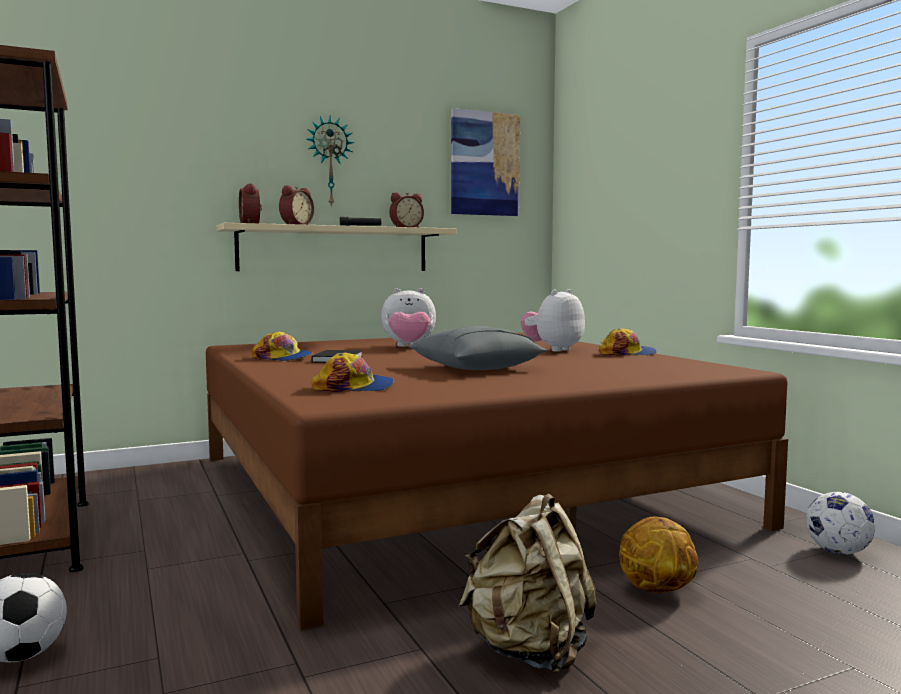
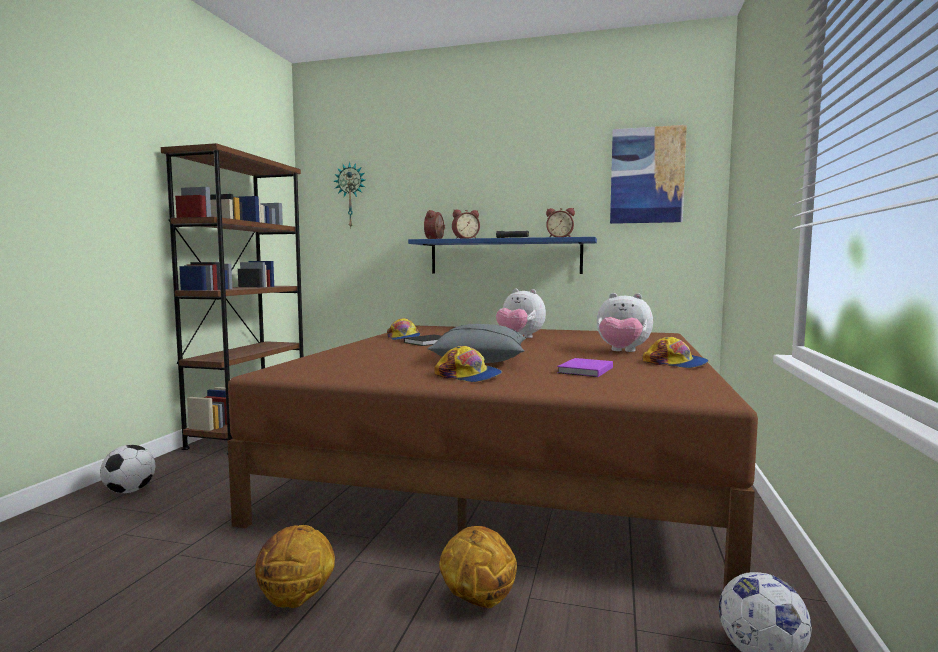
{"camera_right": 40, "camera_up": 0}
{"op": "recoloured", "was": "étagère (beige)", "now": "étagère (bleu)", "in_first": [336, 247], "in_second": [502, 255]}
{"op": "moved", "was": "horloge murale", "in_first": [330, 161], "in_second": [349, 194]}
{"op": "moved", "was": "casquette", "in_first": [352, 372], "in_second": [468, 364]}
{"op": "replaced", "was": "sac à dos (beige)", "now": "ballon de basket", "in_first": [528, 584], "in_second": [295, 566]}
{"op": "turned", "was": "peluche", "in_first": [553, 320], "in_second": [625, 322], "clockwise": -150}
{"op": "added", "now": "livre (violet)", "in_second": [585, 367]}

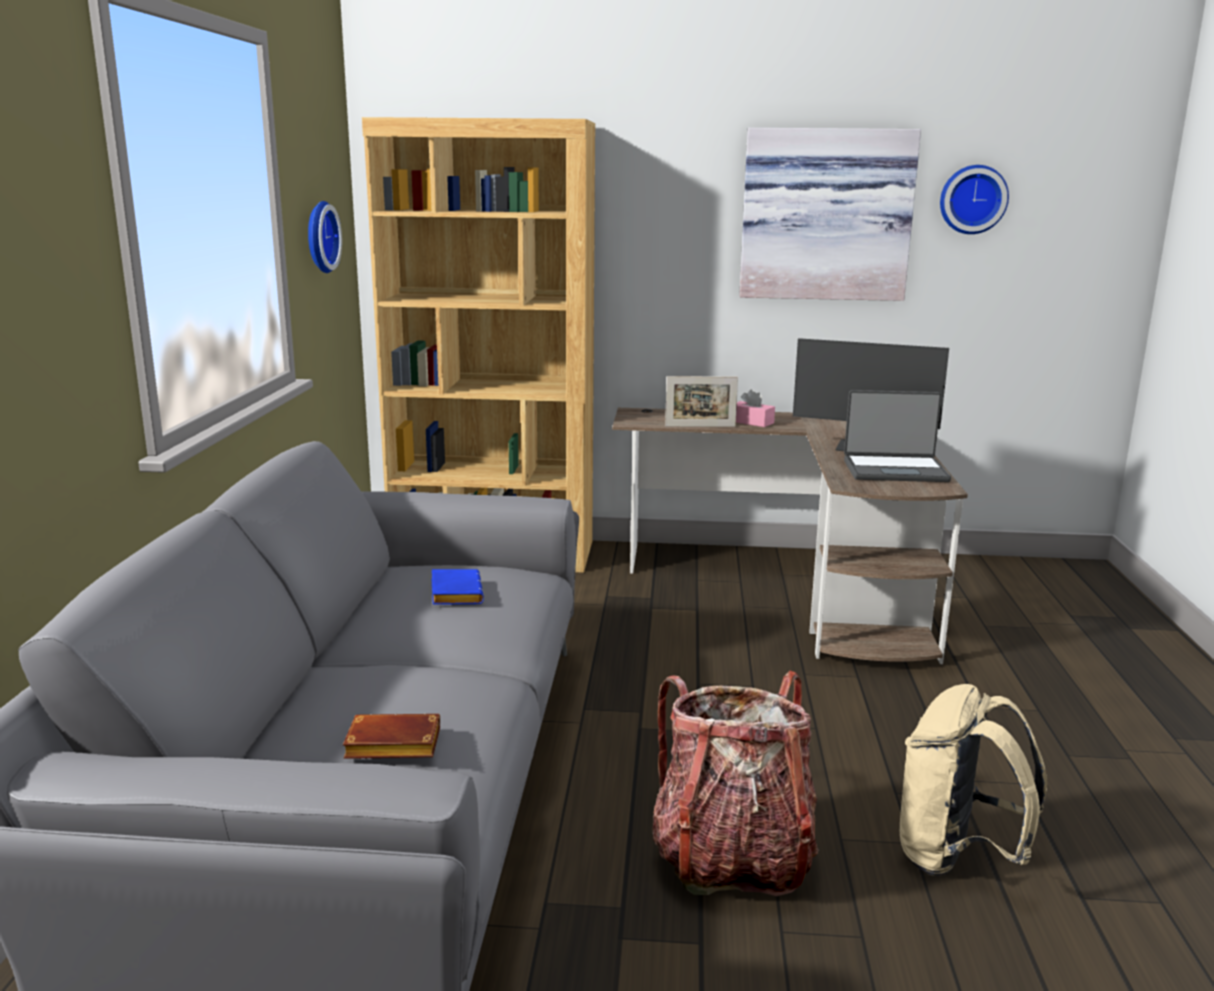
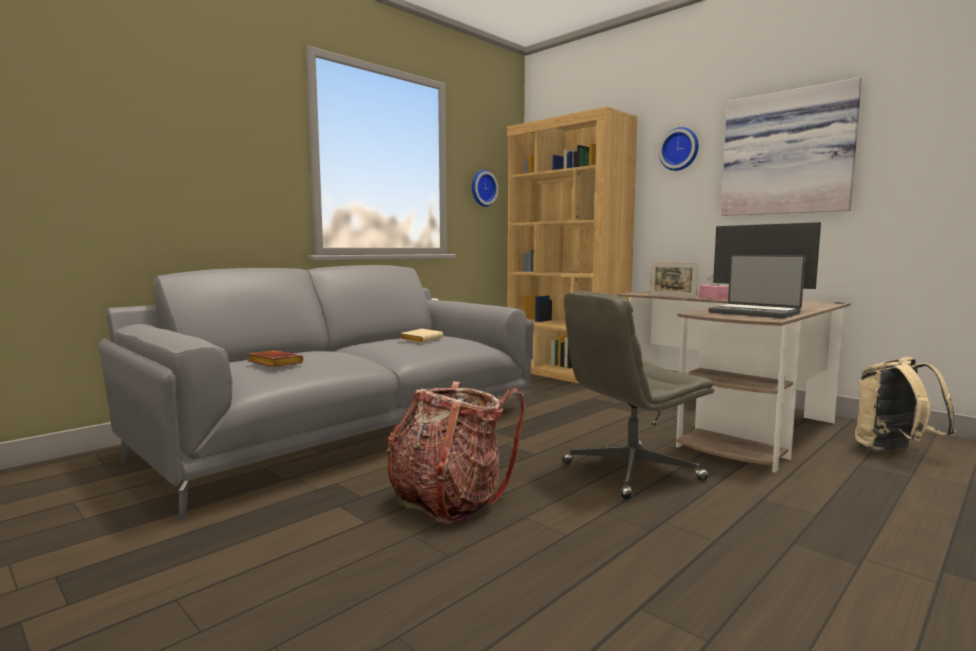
{"camera_right": 40, "camera_up": -10}
{"op": "recoloured", "was": "livre (bleu)", "now": "livre (beige)", "in_first": [458, 587], "in_second": [422, 336]}
{"op": "moved", "was": "sac à dos (beige)", "in_first": [973, 780], "in_second": [905, 404]}
{"op": "moved", "was": "horloge murale", "in_first": [974, 199], "in_second": [679, 149]}
{"op": "added", "now": "chaise de bureau (gris)", "in_second": [638, 395]}

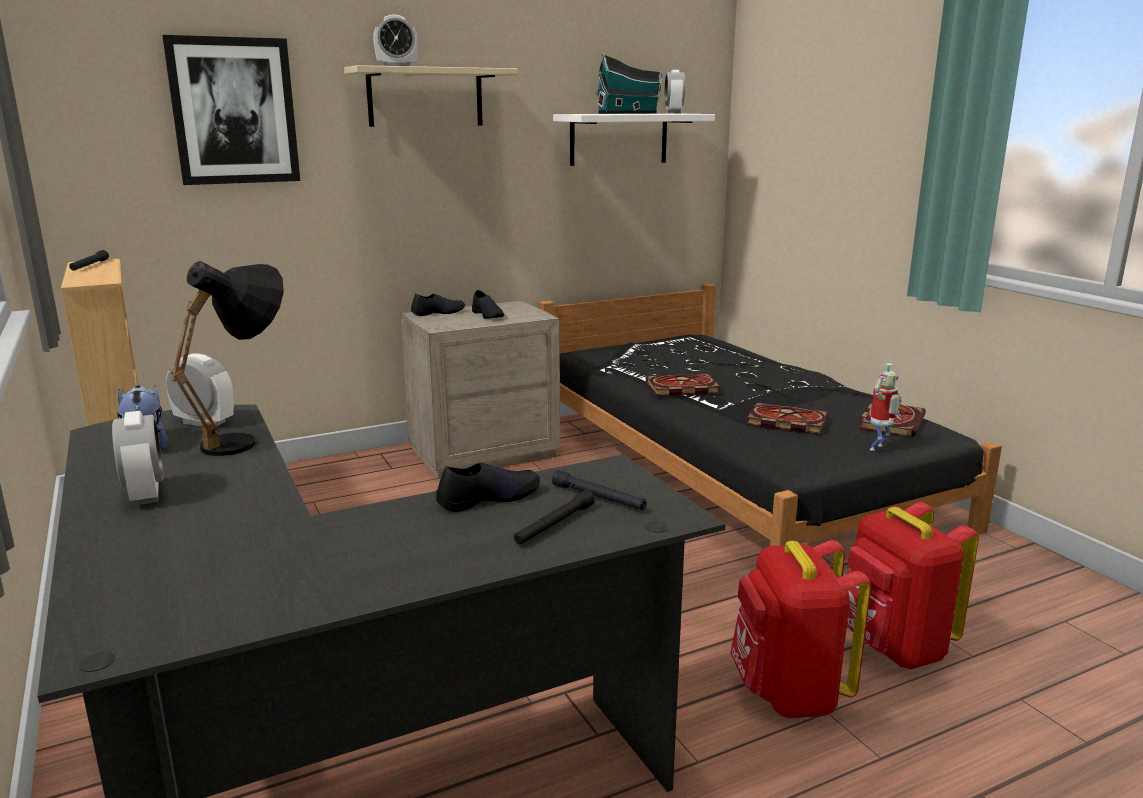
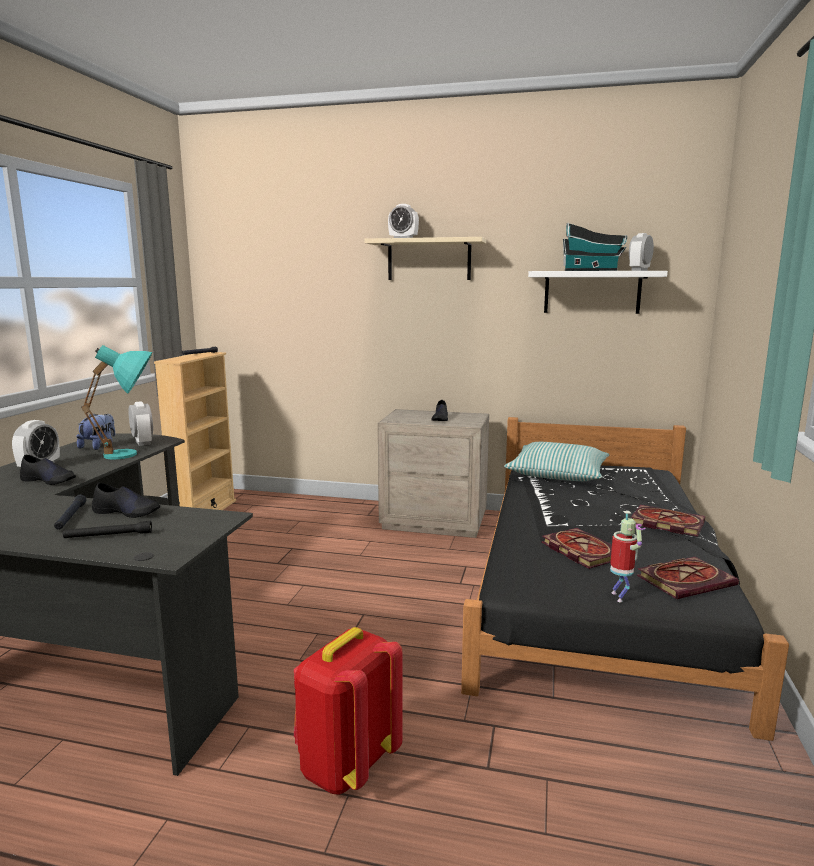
{"camera_right": 40, "camera_up": -5}
{"op": "removed", "was": "tableau", "in_first": [231, 110]}
{"op": "recoloured", "was": "lampe de table (noir)", "now": "lampe de table (turquoise)", "in_first": [227, 358], "in_second": [116, 402]}
{"op": "moved", "was": "chaussure (noir)", "in_first": [438, 304], "in_second": [48, 470]}
{"op": "moved", "was": "lampe de poche (noir)", "in_first": [599, 490], "in_second": [70, 512]}
{"op": "moved", "was": "livre", "in_first": [683, 384], "in_second": [668, 521]}
{"op": "removed", "was": "sac à dos (rouge)", "in_first": [913, 586]}
{"op": "turned", "was": "robot jouet", "in_first": [886, 407], "in_second": [627, 556], "clockwise": -90}
{"op": "added", "now": "coussin", "in_second": [556, 461]}

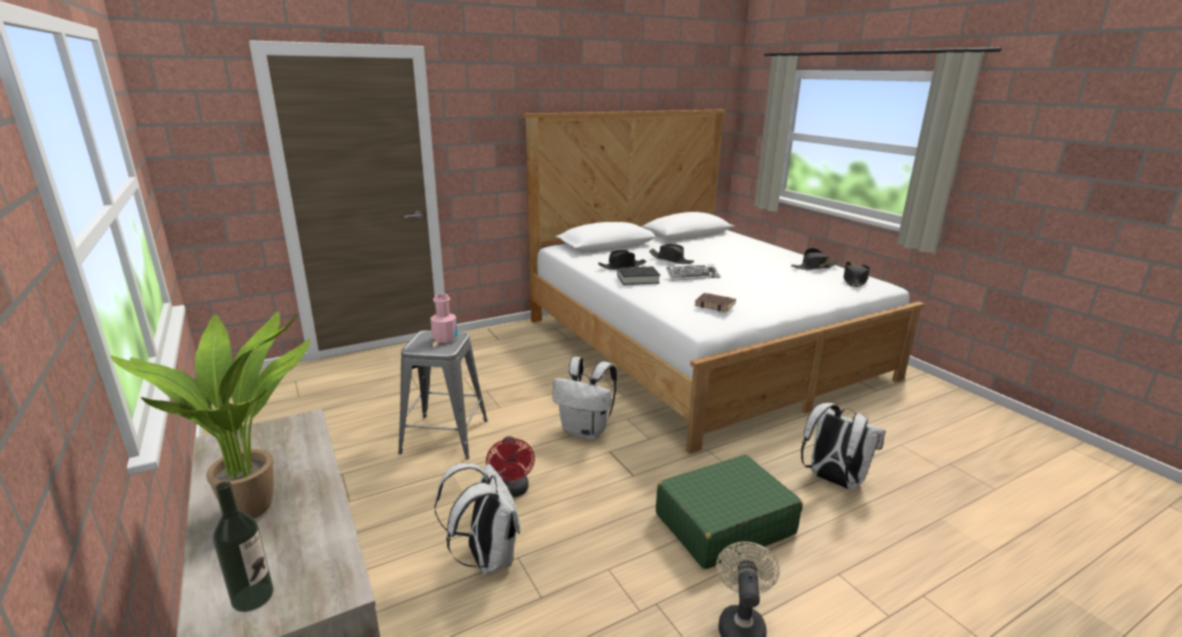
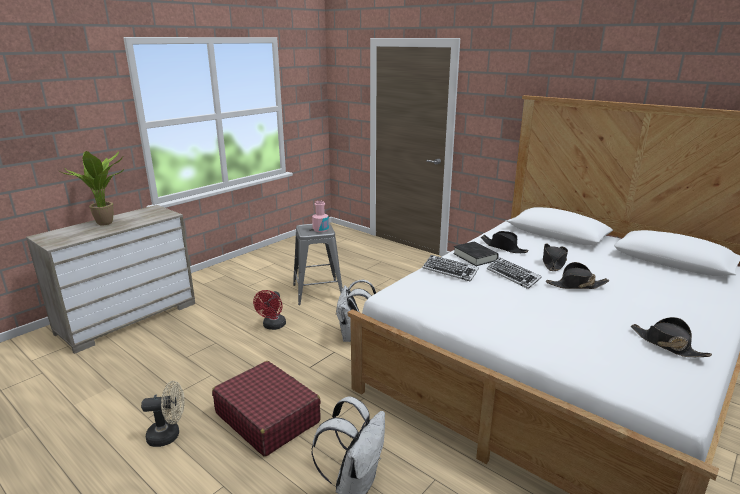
{"camera_right": 70, "camera_up": 0}
{"op": "removed", "was": "bouteille", "in_first": [243, 546]}
{"op": "removed", "was": "sac à dos (blanc)", "in_first": [477, 519]}
{"op": "turned", "was": "ventilateur (rouge)", "in_first": [510, 466], "in_second": [269, 310], "clockwise": -45}
{"op": "recoloured", "was": "valise (vert)", "now": "valise (rouge)", "in_first": [729, 512], "in_second": [266, 409]}
{"op": "removed", "was": "livre (marron)", "in_first": [715, 302]}
{"op": "moved", "was": "chapeau (noir)", "in_first": [857, 274], "in_second": [577, 275]}
{"op": "added", "now": "clavier", "in_second": [450, 268]}

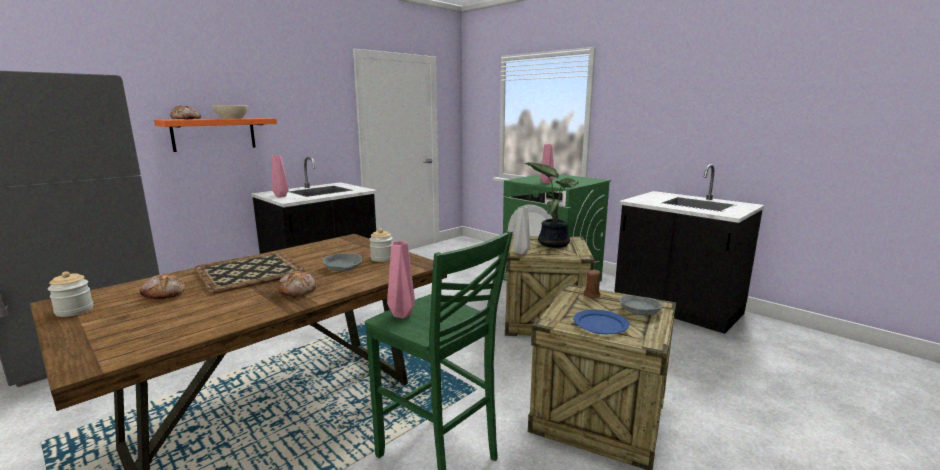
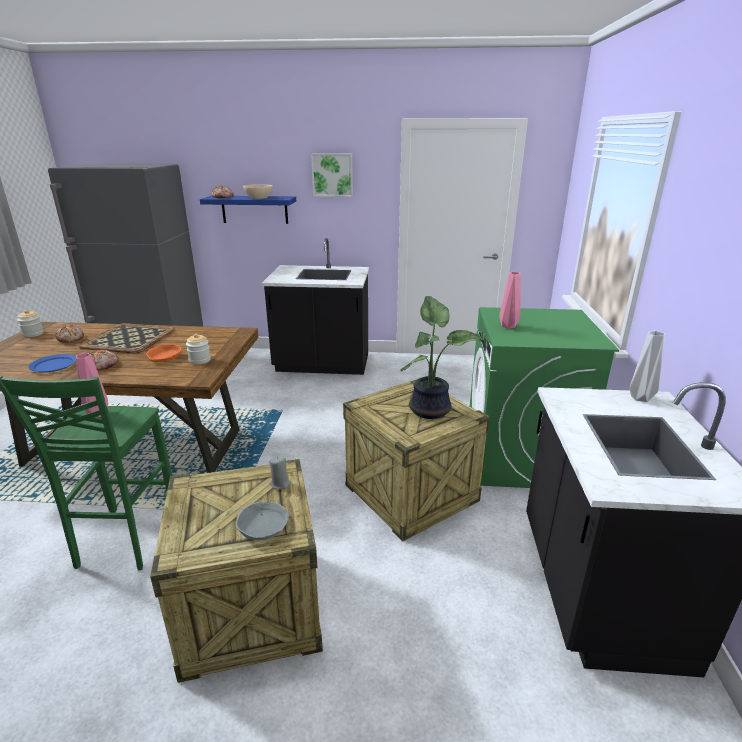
{"camera_right": 50, "camera_up": 10}
{"op": "recoloured", "was": "étagère (orange)", "now": "étagère (bleu)", "in_first": [215, 135], "in_second": [248, 210]}
{"op": "removed", "was": "vase (rose)", "in_first": [280, 176]}
{"op": "recoloured", "was": "bol (gris)", "now": "bol (orange)", "in_first": [342, 262], "in_second": [164, 353]}
{"op": "moved", "was": "vase (gris)", "in_first": [521, 230], "in_second": [647, 366]}
{"op": "moved", "was": "assiette (bleu)", "in_first": [601, 322], "in_second": [52, 363]}
{"op": "recoloured", "was": "bougie (marron)", "now": "bougie (gris)", "in_first": [592, 284], "in_second": [280, 472]}
{"op": "added", "now": "tableau", "in_second": [332, 175]}

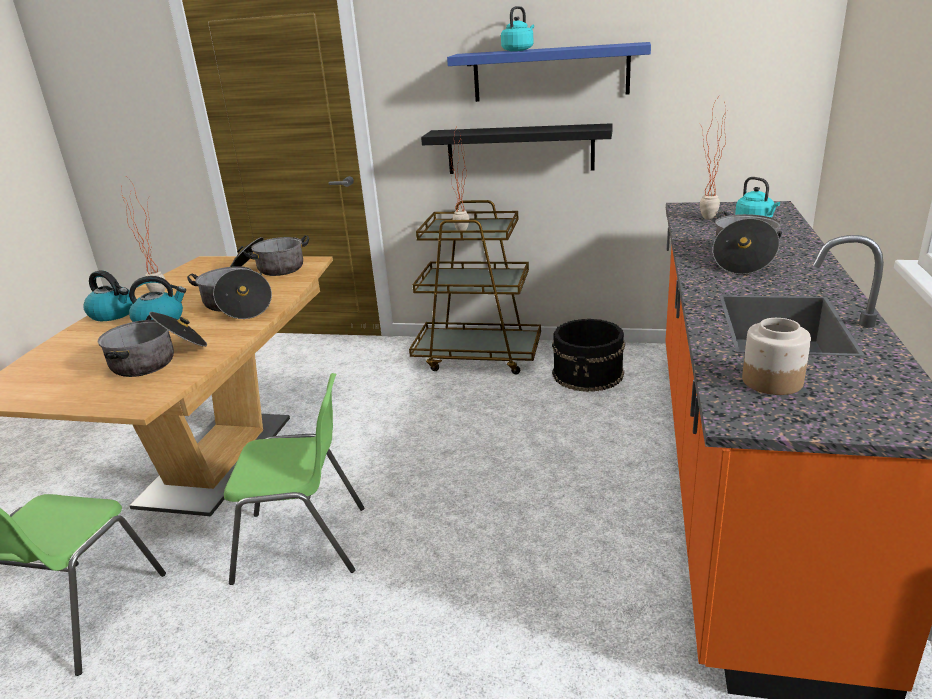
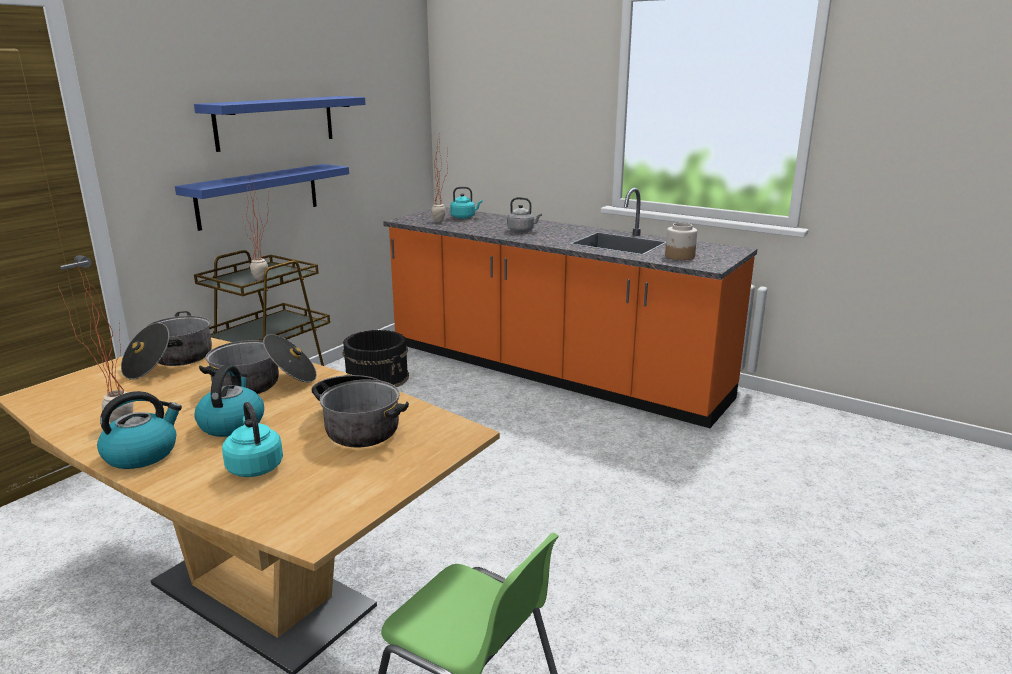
{"camera_right": -70, "camera_up": -5}
{"op": "removed", "was": "chaise (vert)", "in_first": [294, 479]}
{"op": "recoloured", "was": "étagère (noir)", "now": "étagère (bleu)", "in_first": [517, 148], "in_second": [262, 197]}
{"op": "moved", "was": "bouilloire (turquoise)", "in_first": [517, 28], "in_second": [252, 439]}
{"op": "replaced", "was": "marmite", "now": "bouilloire (gris)", "in_first": [747, 243], "in_second": [524, 214]}

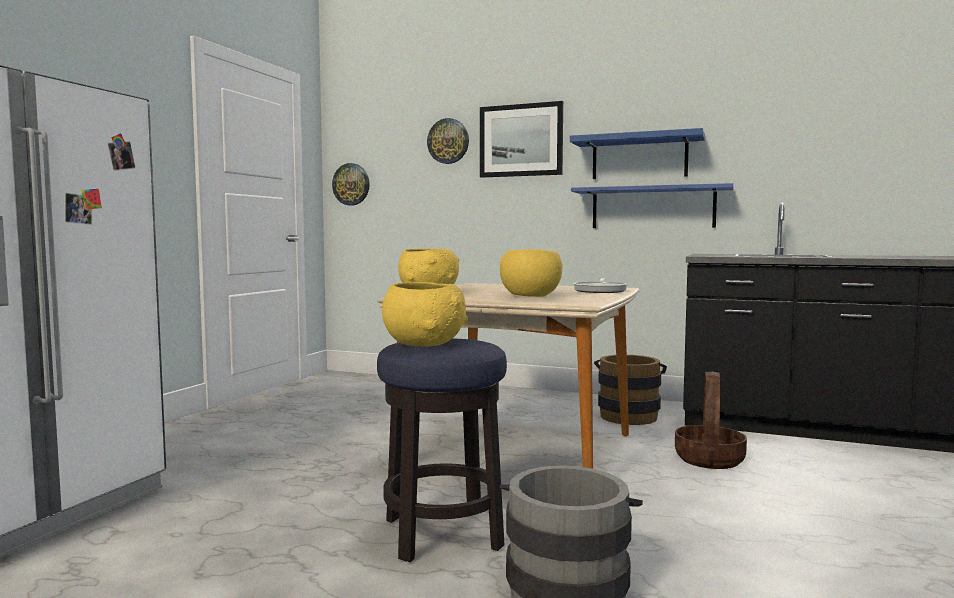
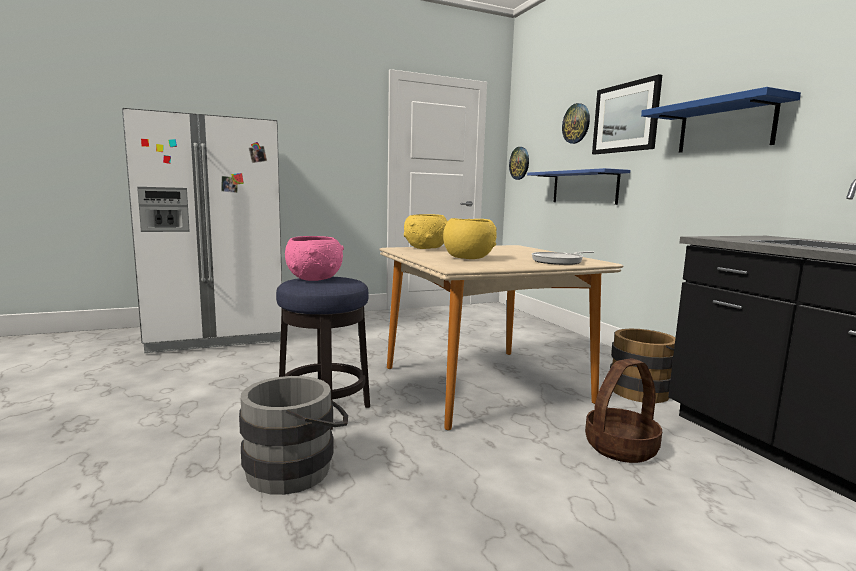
{"camera_right": 45, "camera_up": 5}
{"op": "recoloured", "was": "bol (jaune)", "now": "bol (rose)", "in_first": [425, 314], "in_second": [314, 258]}
{"op": "moved", "was": "étagère (bleu)", "in_first": [652, 205], "in_second": [578, 186]}

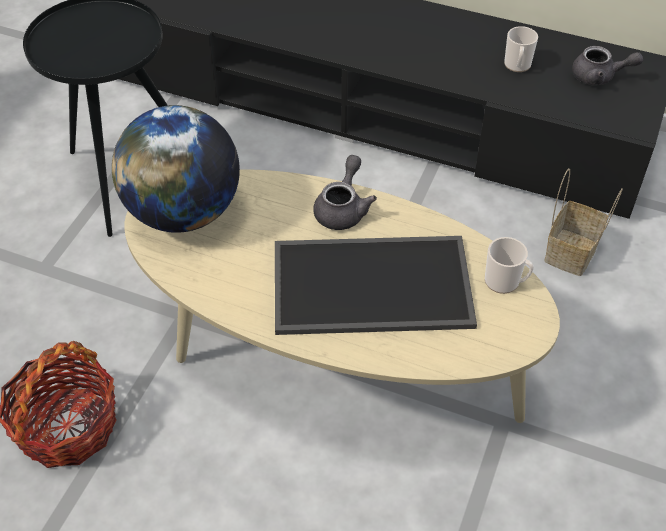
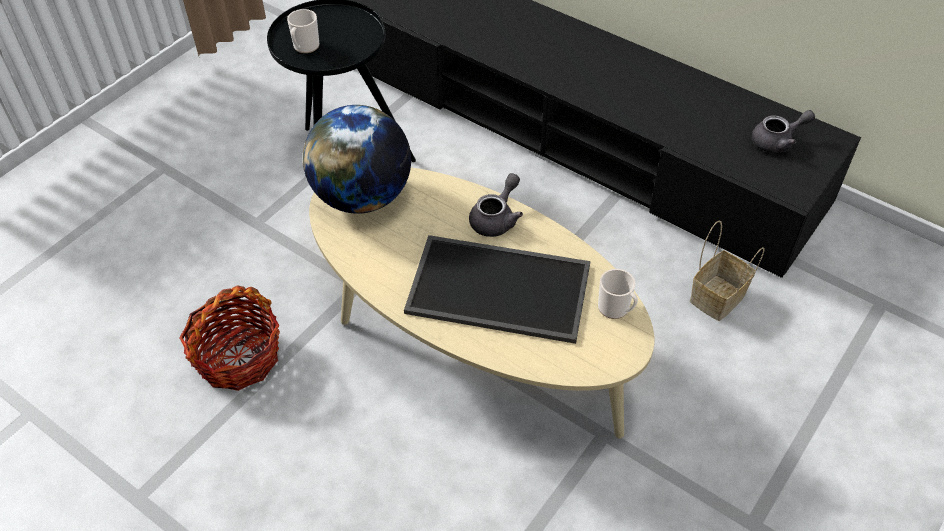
{"camera_right": 15, "camera_up": 0}
{"op": "moved", "was": "mug", "in_first": [521, 49], "in_second": [303, 31]}
{"op": "turned", "was": "théière (gris)", "in_first": [607, 65], "in_second": [783, 131], "clockwise": -45}

